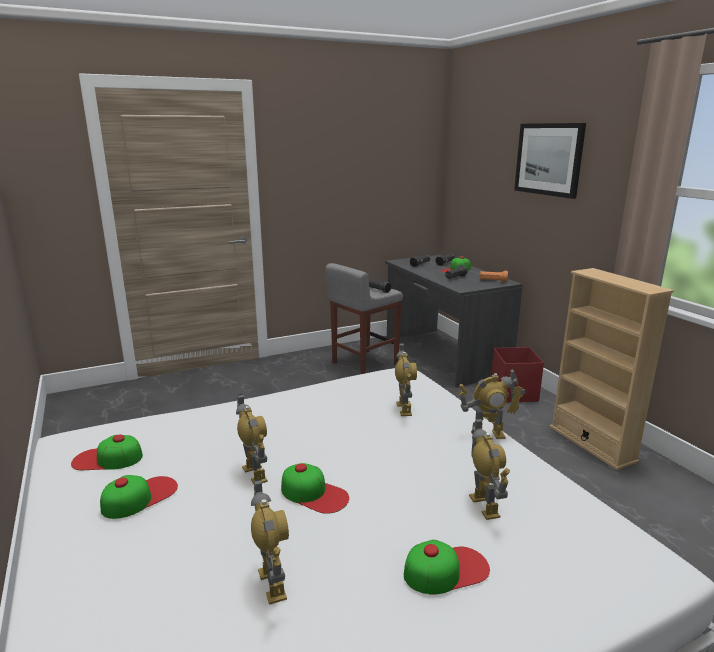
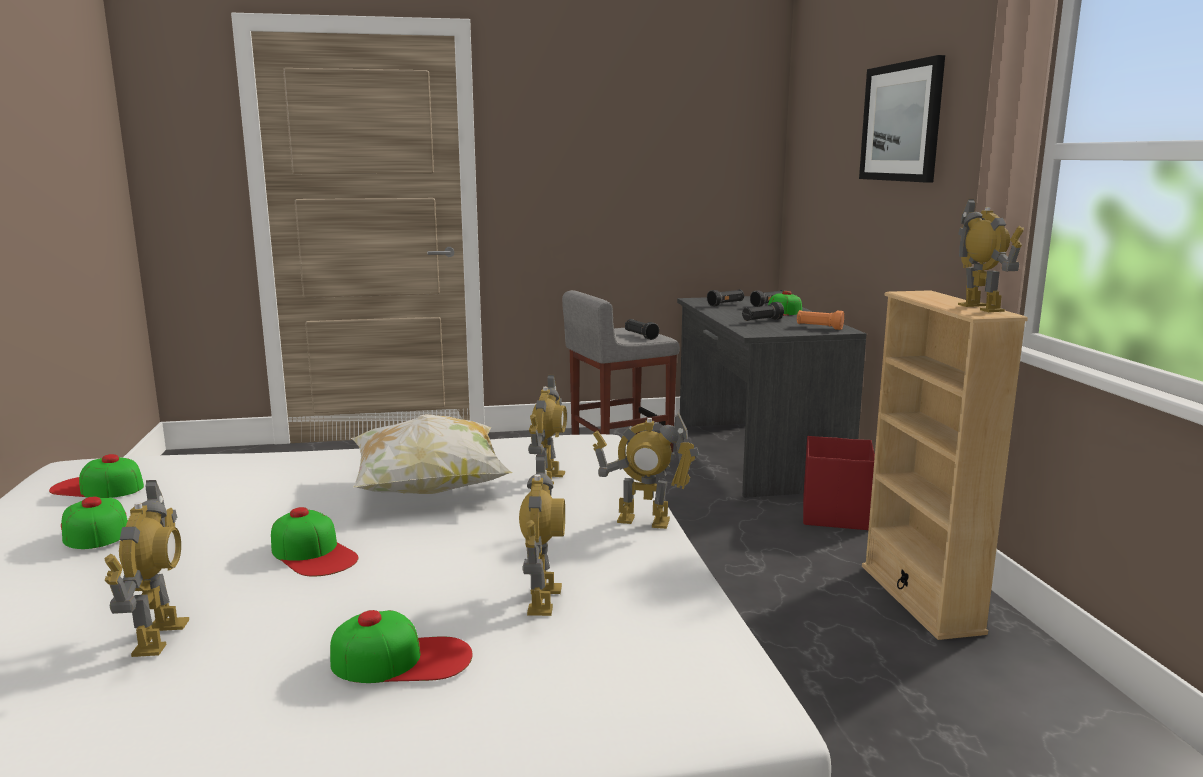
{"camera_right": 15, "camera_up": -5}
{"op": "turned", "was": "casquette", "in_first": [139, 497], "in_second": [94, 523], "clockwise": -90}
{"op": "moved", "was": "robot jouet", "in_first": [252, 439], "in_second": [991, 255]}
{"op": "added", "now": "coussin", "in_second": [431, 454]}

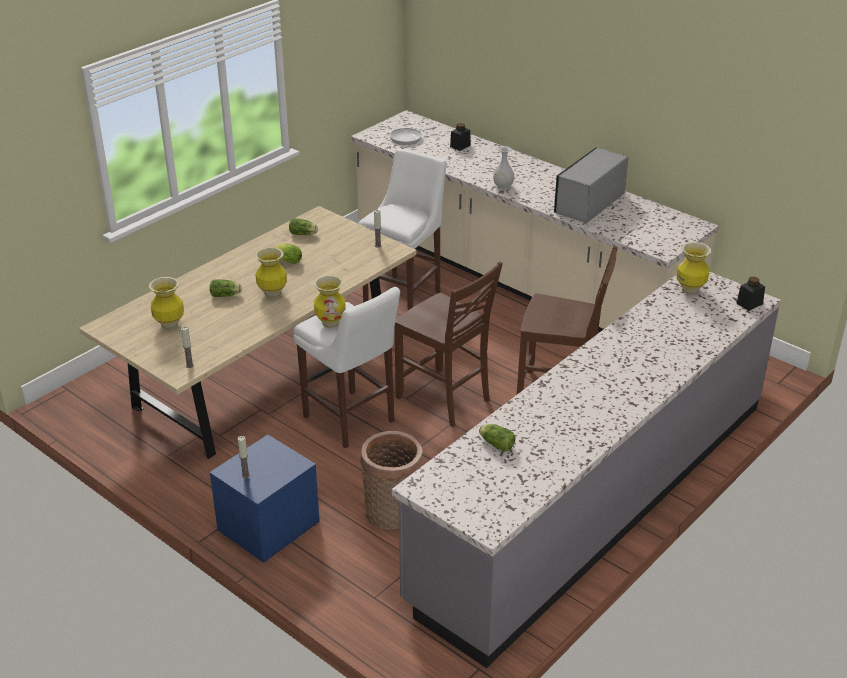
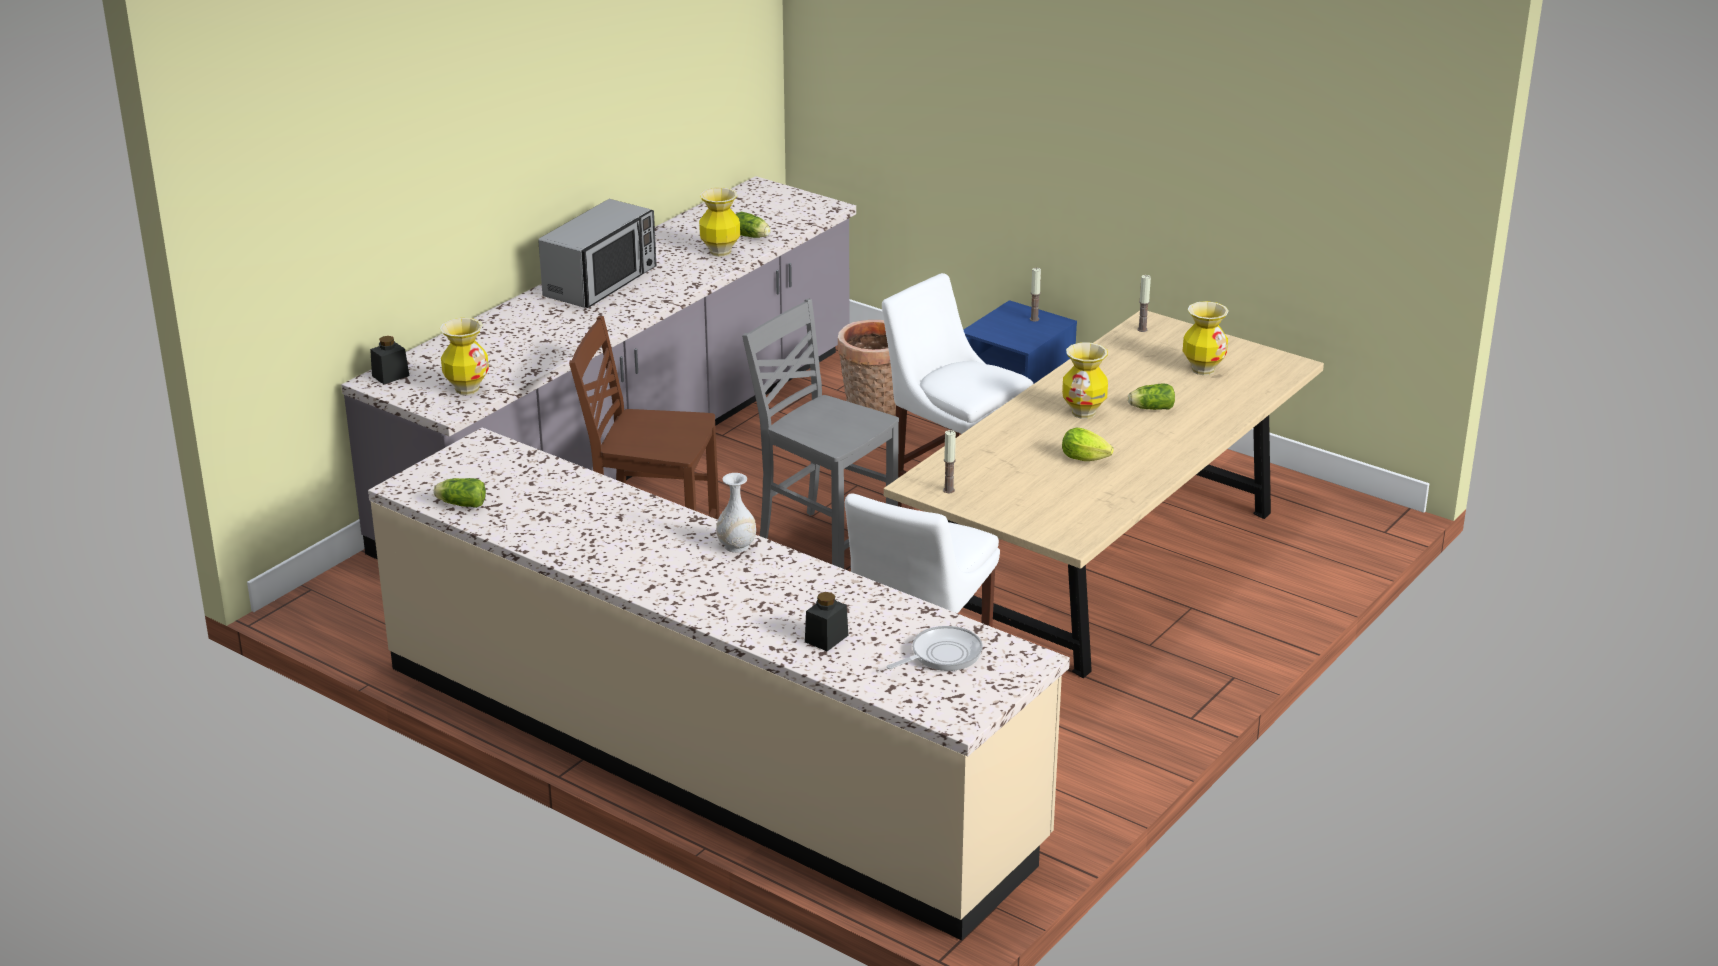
{"camera_right": 175, "camera_up": -5}
{"op": "moved", "was": "laitue", "in_first": [303, 226], "in_second": [460, 493]}
{"op": "moved", "was": "vase", "in_first": [330, 301], "in_second": [719, 222]}
{"op": "recoloured", "was": "chaise (marron)", "now": "chaise (gris)", "in_first": [448, 344], "in_second": [820, 434]}
{"op": "moved", "was": "micro-ondes", "in_first": [591, 185], "in_second": [597, 253]}

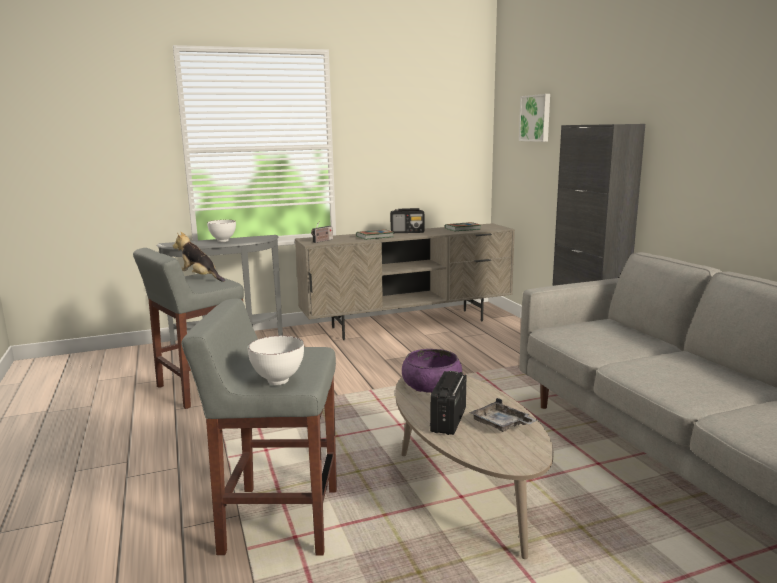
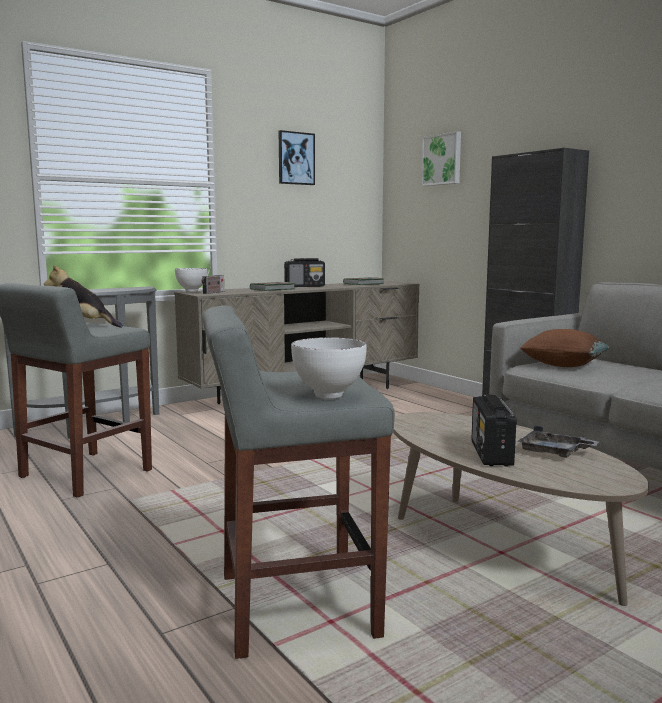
{"camera_right": -15, "camera_up": -5}
{"op": "moved", "was": "bol (blanc)", "in_first": [221, 231], "in_second": [191, 280]}
{"op": "removed", "was": "bol (violet)", "in_first": [432, 371]}
{"op": "added", "now": "tableau", "in_second": [297, 157]}
{"op": "added", "now": "coussin (marron)", "in_second": [565, 348]}

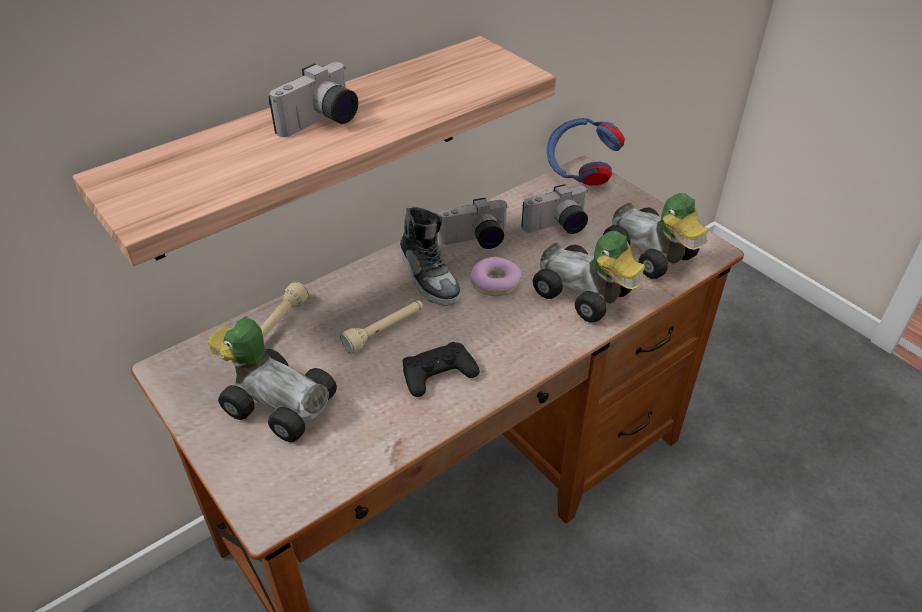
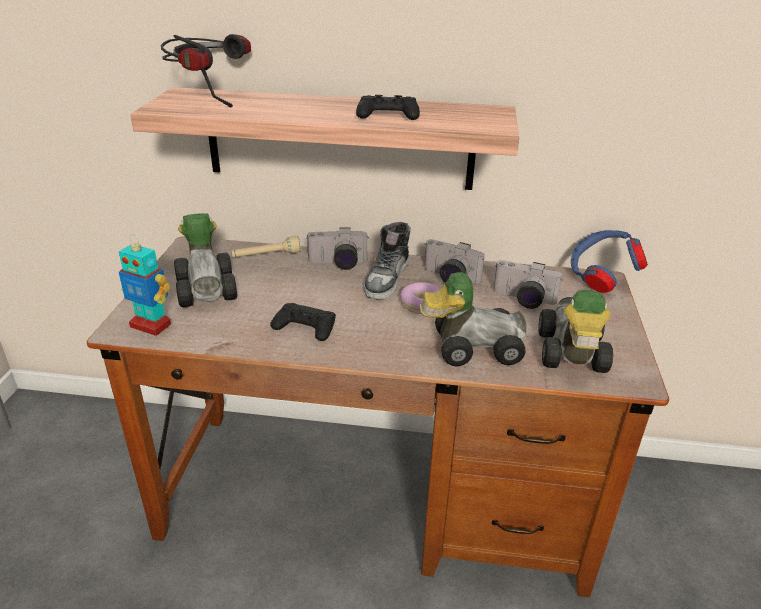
{"camera_right": 45, "camera_up": -10}
{"op": "moved", "was": "appareil photo", "in_first": [313, 99], "in_second": [337, 248]}
{"op": "removed", "was": "lampe de poche (beige)", "in_first": [381, 327]}
{"op": "turned", "was": "petite voiture", "in_first": [588, 276], "in_second": [473, 319], "clockwise": 90}
{"op": "added", "now": "robot jouet", "in_second": [145, 285]}
{"op": "added", "now": "casque audio", "in_second": [206, 70]}
{"op": "added", "now": "manette (noir)", "in_second": [388, 107]}

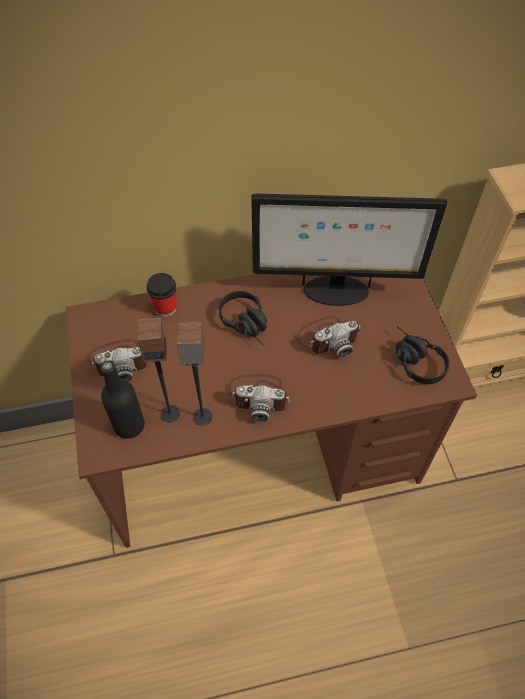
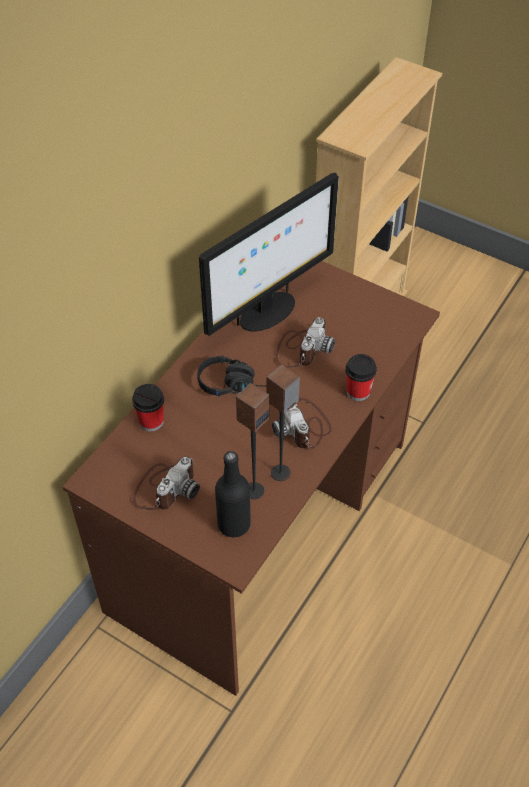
{"camera_right": -45, "camera_up": -5}
{"op": "turned", "was": "appareil photo", "in_first": [260, 398], "in_second": [302, 423], "clockwise": 105}
{"op": "removed", "was": "casque audio (noir)", "in_first": [422, 355]}
{"op": "added", "now": "tasse", "in_second": [361, 377]}

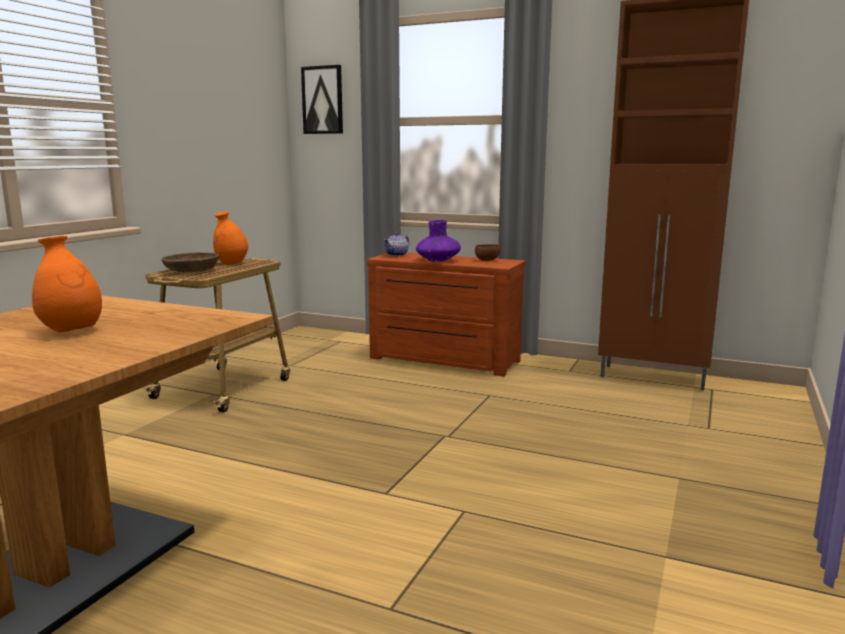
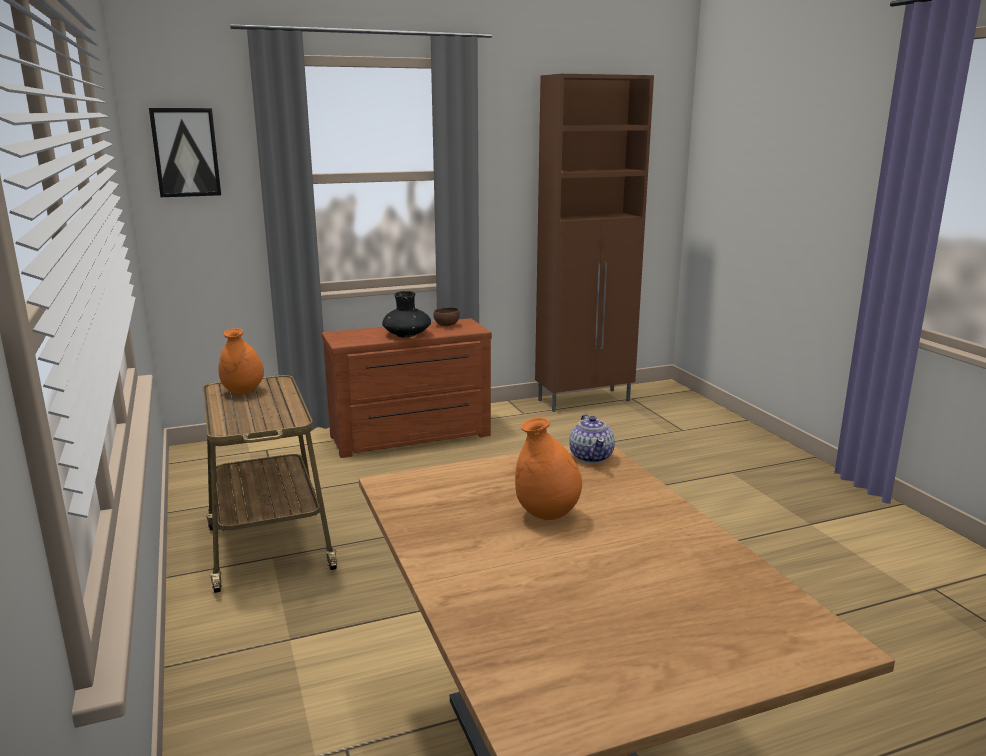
{"camera_right": -45, "camera_up": 5}
{"op": "removed", "was": "bol (marron)", "in_first": [190, 262]}
{"op": "moved", "was": "théière", "in_first": [396, 244], "in_second": [592, 438]}
{"op": "recoloured", "was": "vase (violet)", "now": "vase (noir)", "in_first": [438, 241], "in_second": [406, 314]}

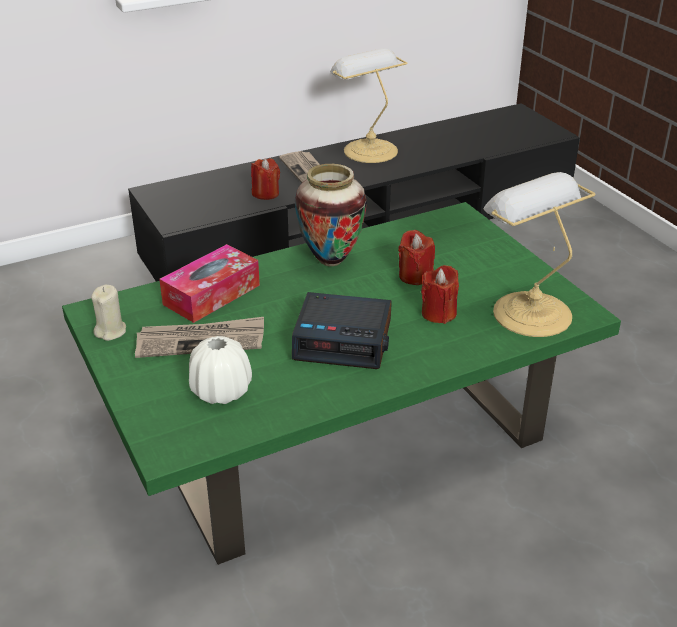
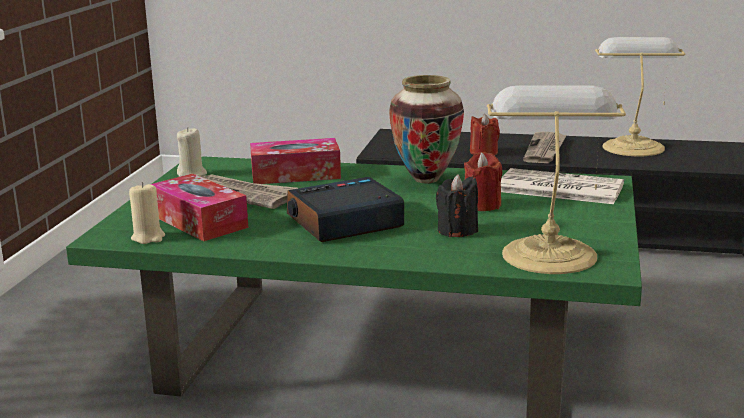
{"camera_right": 40, "camera_up": -15}
{"op": "replaced", "was": "vase (blanc)", "now": "boîte à mouchoirs", "in_first": [220, 370], "in_second": [199, 207]}
{"op": "turned", "was": "réveil", "in_first": [342, 330], "in_second": [345, 209], "clockwise": 105}
{"op": "recoloured", "was": "bougie (rouge)", "now": "bougie (noir)", "in_first": [440, 294], "in_second": [457, 205]}
{"op": "added", "now": "bougie (beige)", "in_second": [147, 213]}
{"op": "added", "now": "journal", "in_second": [562, 186]}

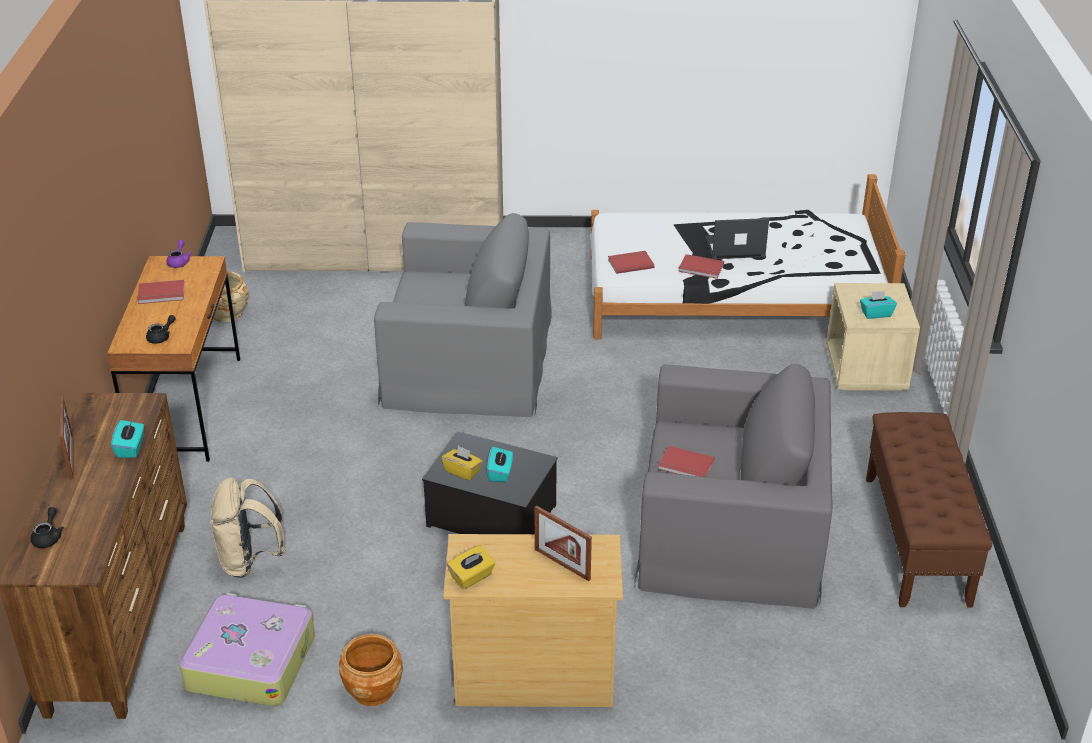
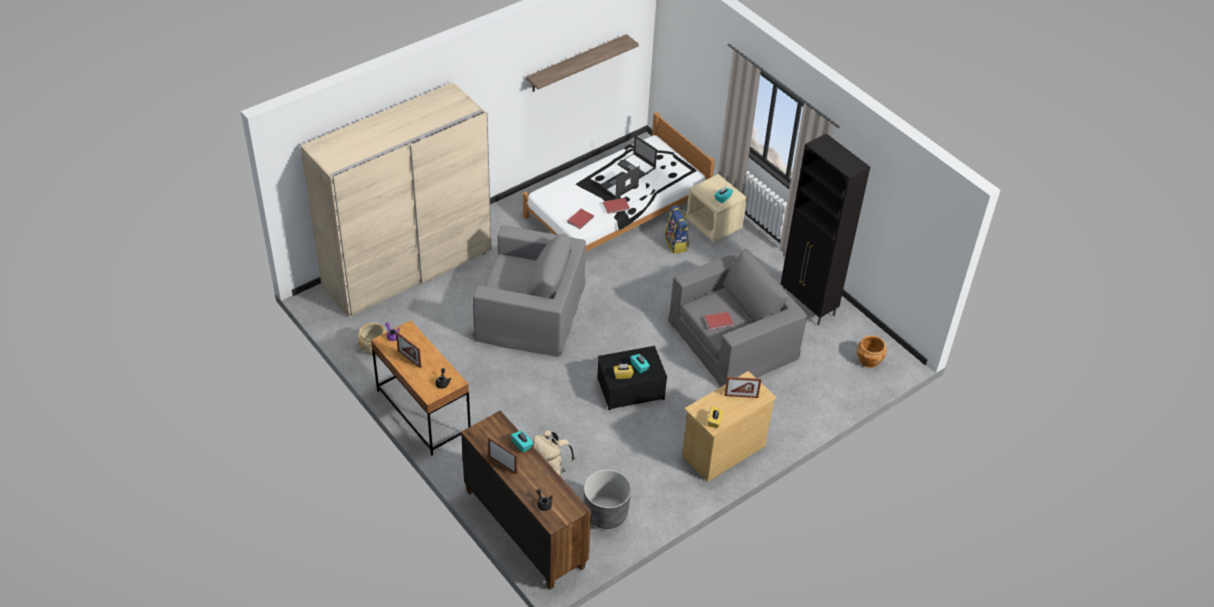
{"camera_right": -40, "camera_up": 10}
{"op": "replaced", "was": "livre (rouge)", "now": "cadre photo", "in_first": [160, 292], "in_second": [408, 350]}
{"op": "replaced", "was": "valise", "now": "cache-pot (gris)", "in_first": [247, 649], "in_second": [608, 499]}
{"op": "moved", "was": "cache-pot (marron)", "in_first": [371, 670], "in_second": [872, 351]}
{"op": "turned", "was": "fauteuil (gris)", "in_first": [463, 315], "in_second": [529, 291], "clockwise": 45}
{"op": "replaced", "was": "banc (marron)", "now": "meuble de rangement (noir)", "in_first": [929, 510], "in_second": [825, 229]}
{"op": "added", "now": "étagère", "in_second": [582, 63]}
{"op": "added", "now": "ordinateur portable", "in_second": [637, 157]}
{"op": "added", "now": "sac à dos", "in_second": [677, 230]}

